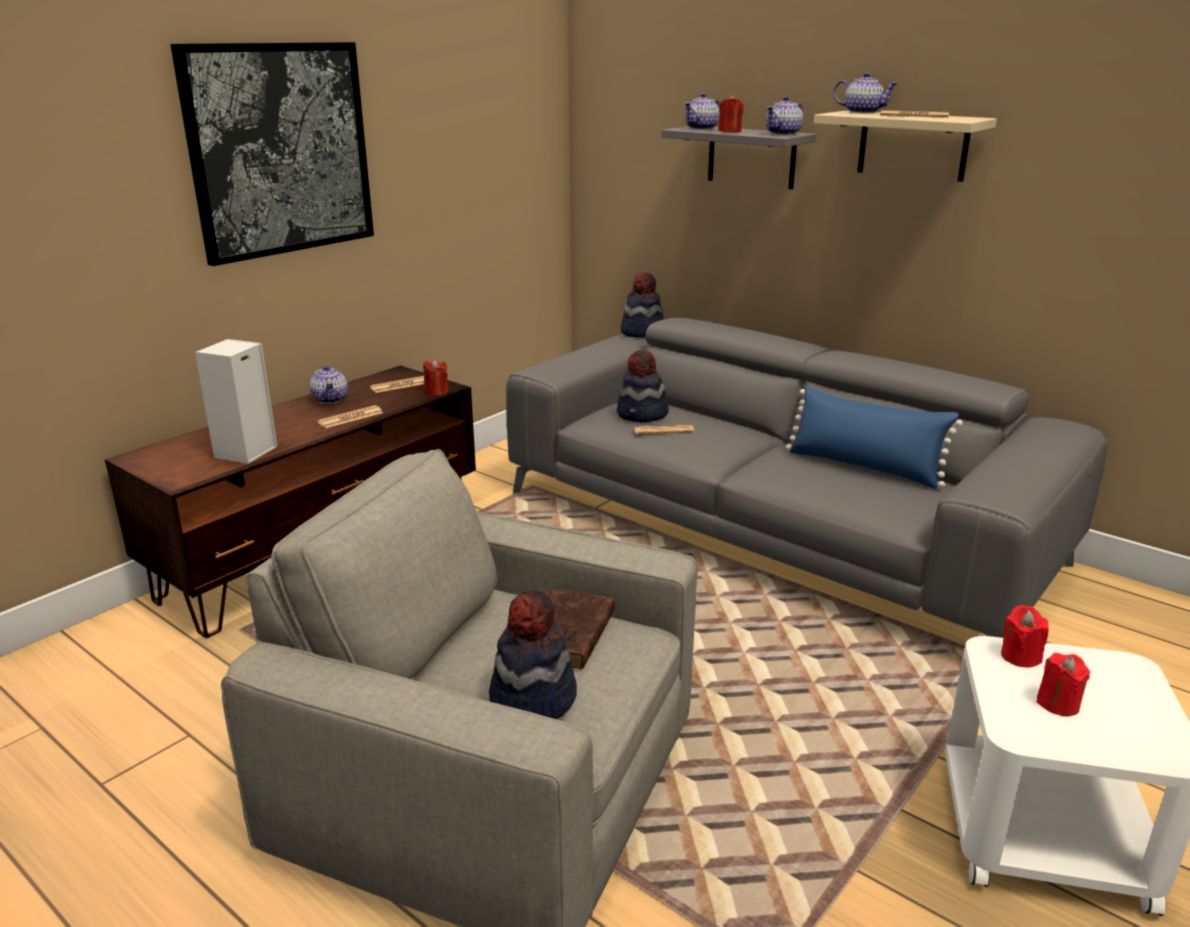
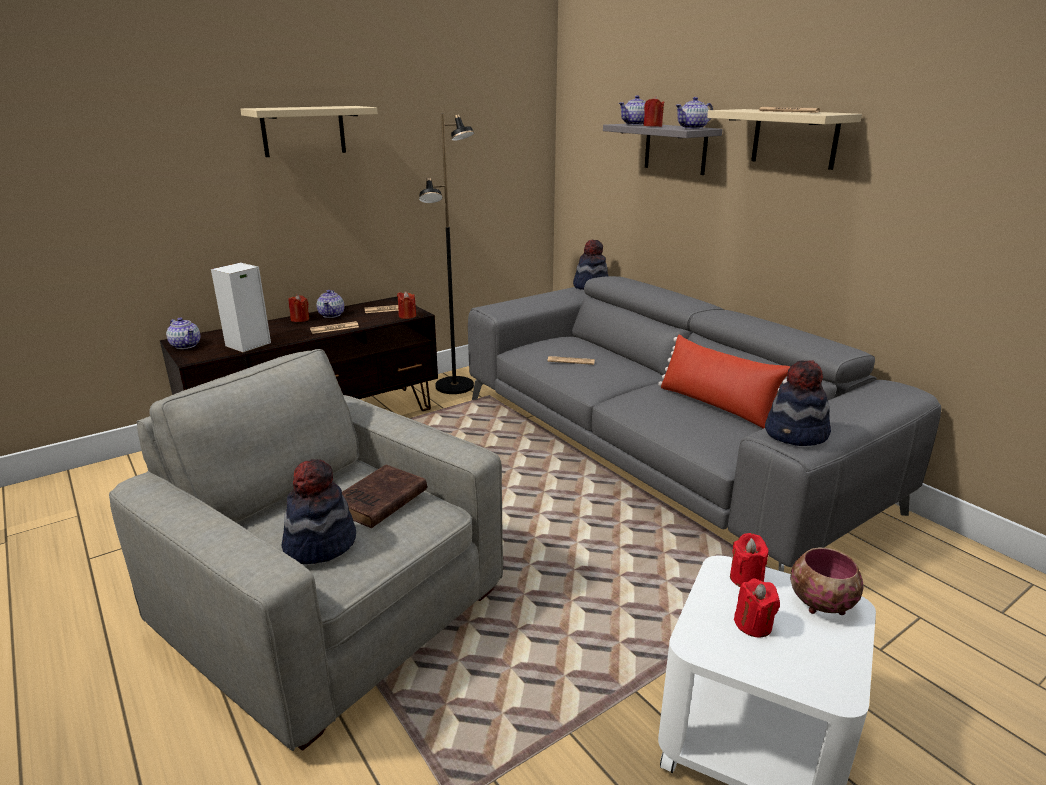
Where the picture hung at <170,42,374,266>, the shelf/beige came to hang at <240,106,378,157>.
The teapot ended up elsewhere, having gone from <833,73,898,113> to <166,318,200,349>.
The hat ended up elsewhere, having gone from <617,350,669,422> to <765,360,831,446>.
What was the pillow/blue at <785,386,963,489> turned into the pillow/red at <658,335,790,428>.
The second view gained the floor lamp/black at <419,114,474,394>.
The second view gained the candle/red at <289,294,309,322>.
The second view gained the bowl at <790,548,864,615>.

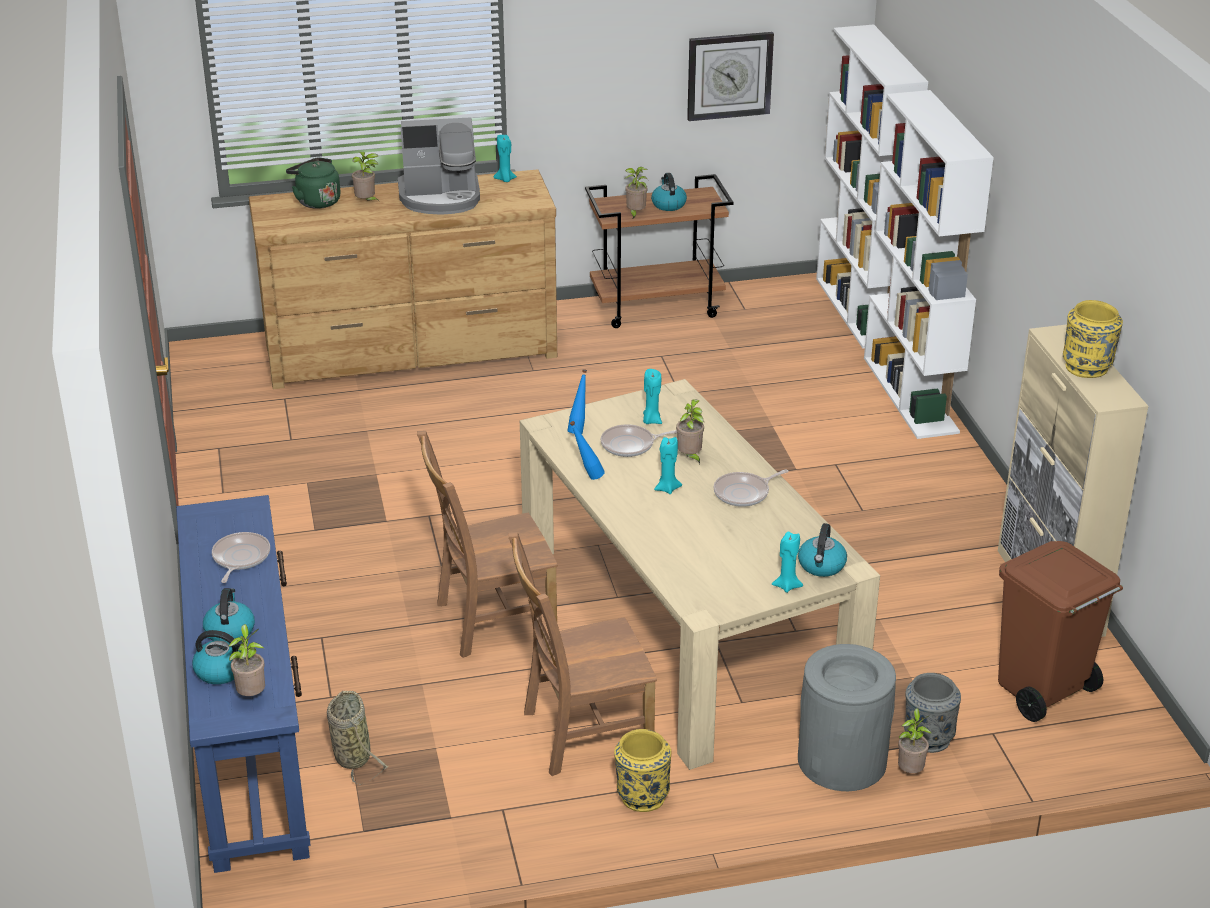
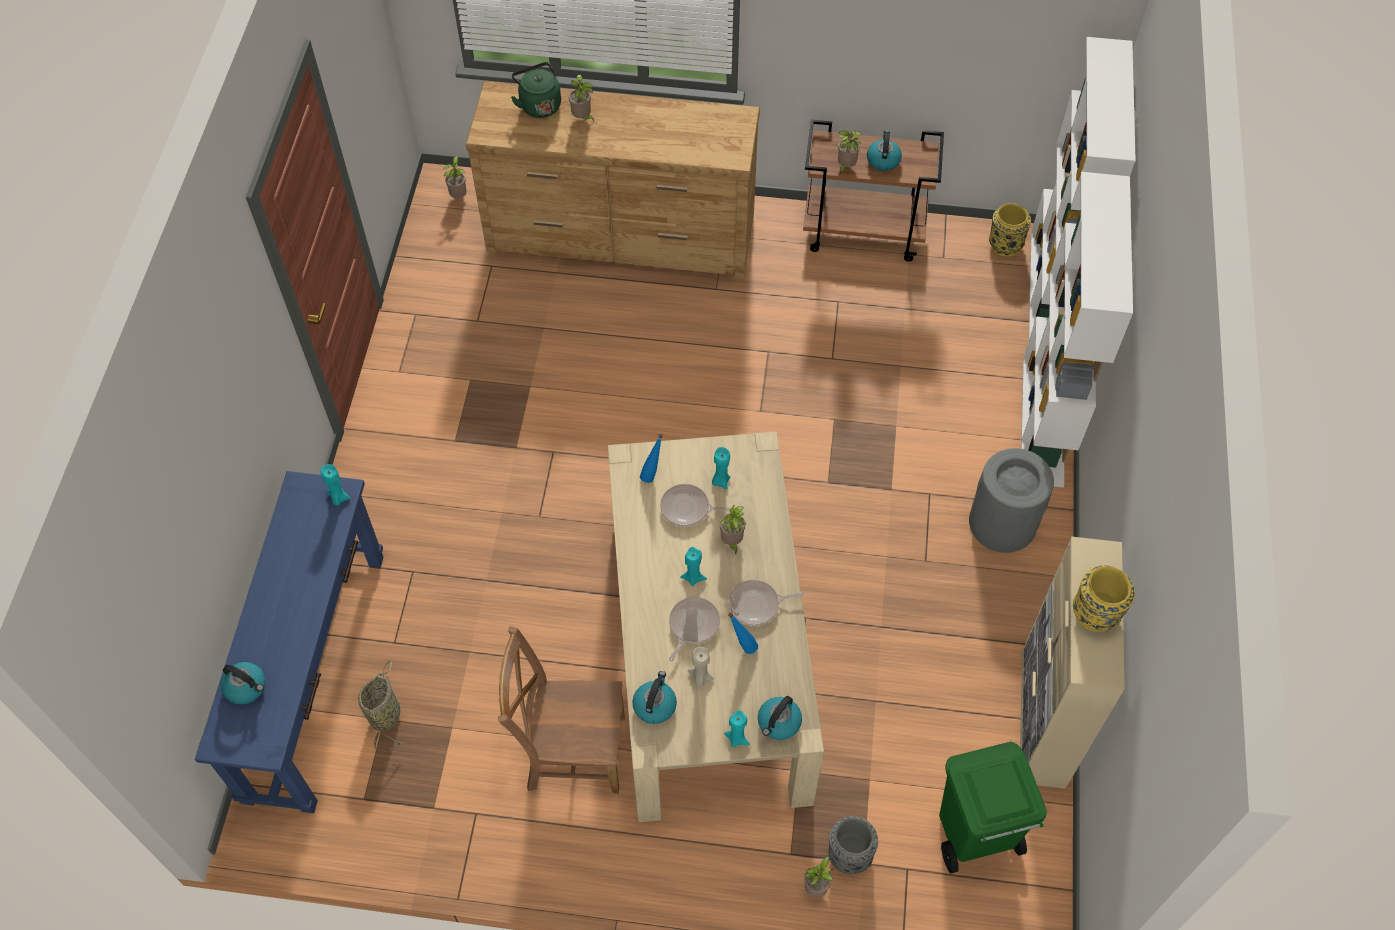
The second view lost the wall clock at <687,32,774,121>.
The second view lost the coffee machine at <398,117,480,215>.
The candle/turquoise ended up elsewhere, having gone from <494,135,517,182> to <321,464,351,506>.
The bottle/blue ended up elsewhere, having gone from <570,421,605,480> to <728,612,758,654>.
The second view lost the chair/brown at <417,431,558,658>.
The frying pan ended up elsewhere, having gone from <212,532,270,583> to <669,597,720,661>.
What was the trash can/brown at <998,541,1123,722> turned into the trash can/green at <939,741,1047,873>.
The kettle ended up elsewhere, having gone from <203,588,255,642> to <632,671,677,724>.
The potted plant ended up elsewhere, having gone from <229,624,265,696> to <443,156,467,198>.
The trash can/grey ended up elsewhere, having gone from <798,644,896,791> to <969,448,1054,553>.
The vase/yellow ended up elsewhere, having gone from <614,729,672,812> to <989,203,1031,257>.
The second view gained the candle/beige at <688,647,714,687>.

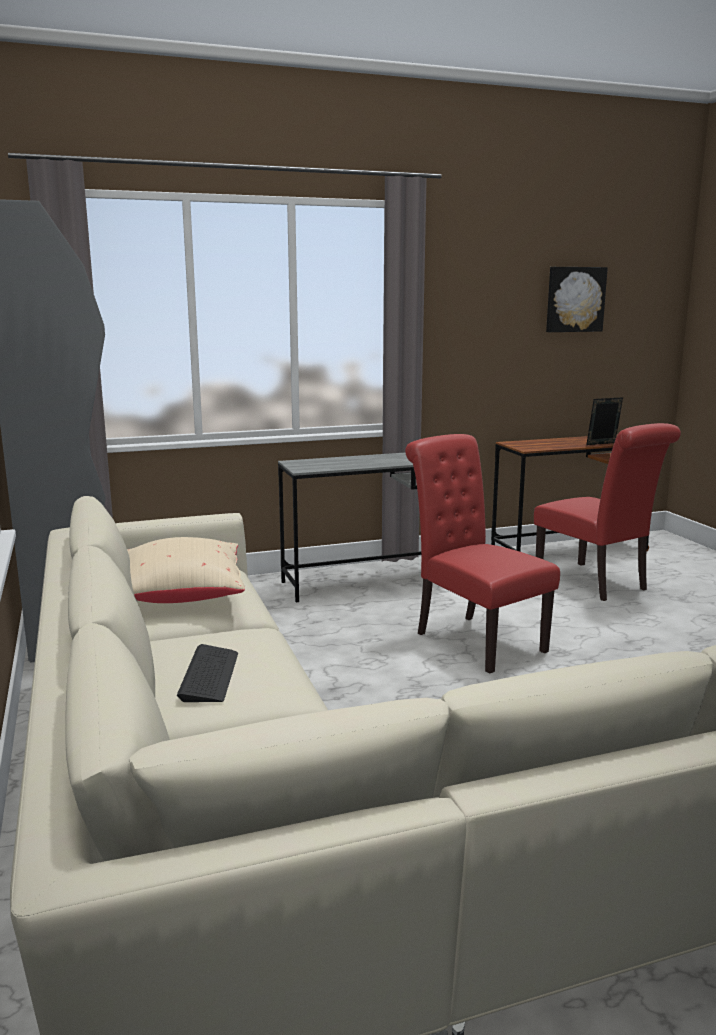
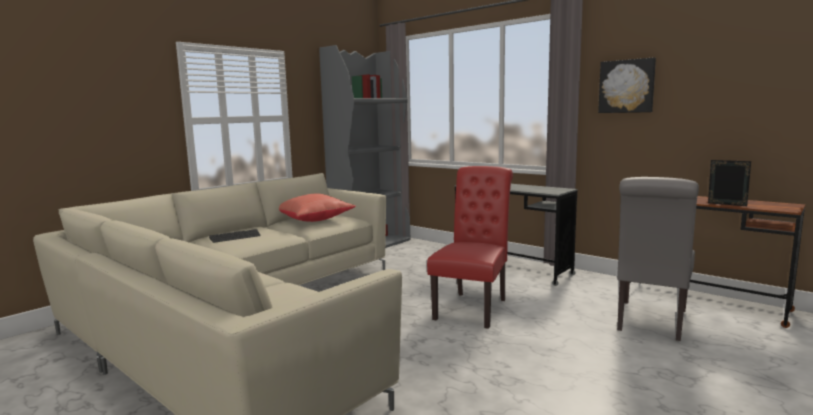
The picture ended up elsewhere, having gone from <546,267,608,332> to <598,57,656,113>.
What was the chair/red at <534,423,681,601> turned into the chair/grey at <617,177,699,341>.
What was the pillow/beige at <127,537,245,603> turned into the pillow/red at <279,193,356,222>.

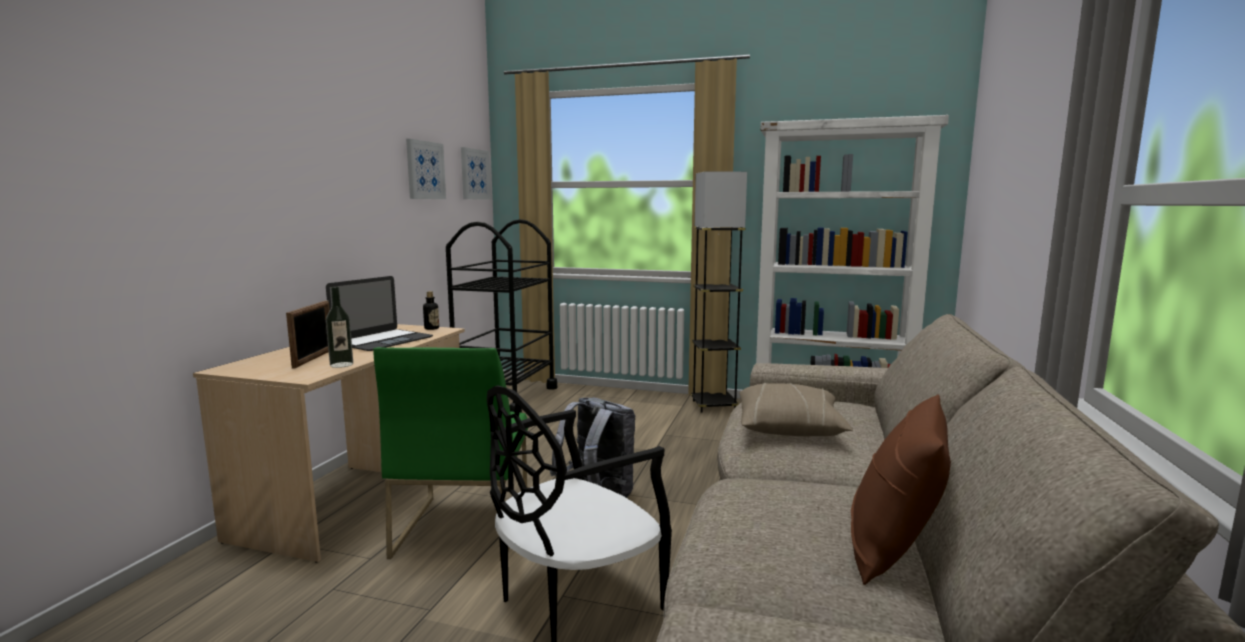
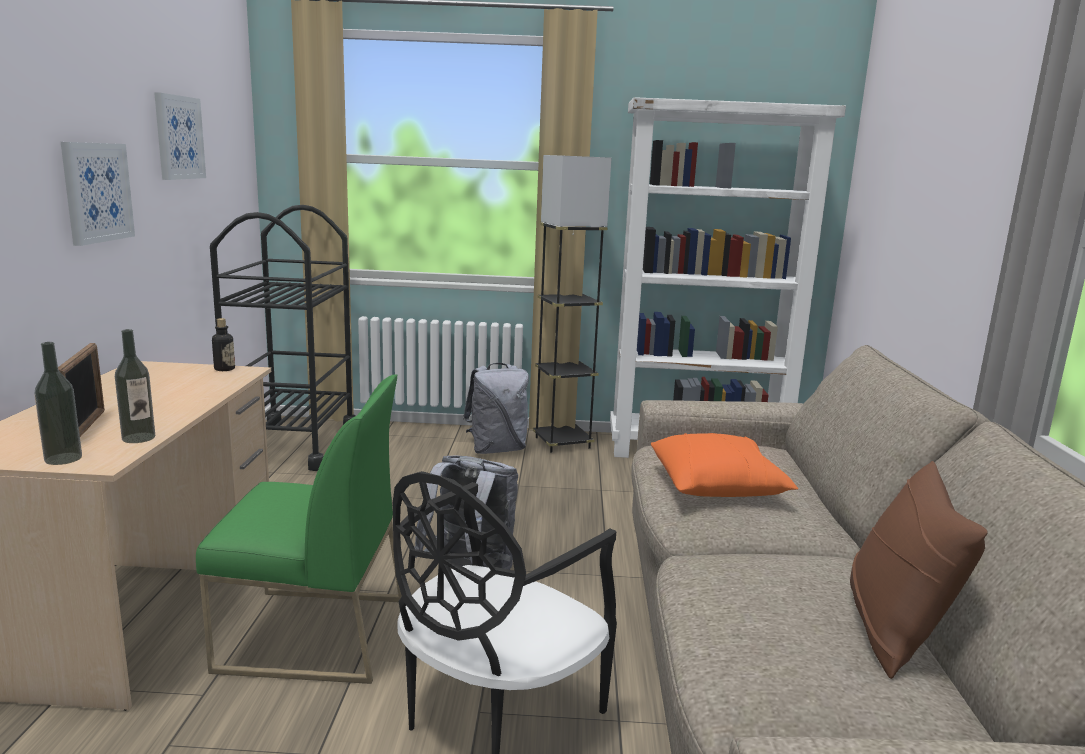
The picture ended up elsewhere, having gone from <461,147,491,200> to <61,142,135,246>.
The second view lost the laptop at <326,276,433,351>.
The chair/green at <373,347,528,561> ended up facing another way, 75 degrees counterclockwise from before.
What was the pillow/beige at <739,383,853,436> turned into the pillow/orange at <651,433,798,497>.
The second view gained the bottle at <34,342,82,465>.
The second view gained the backpack/grey at <463,363,529,454>.

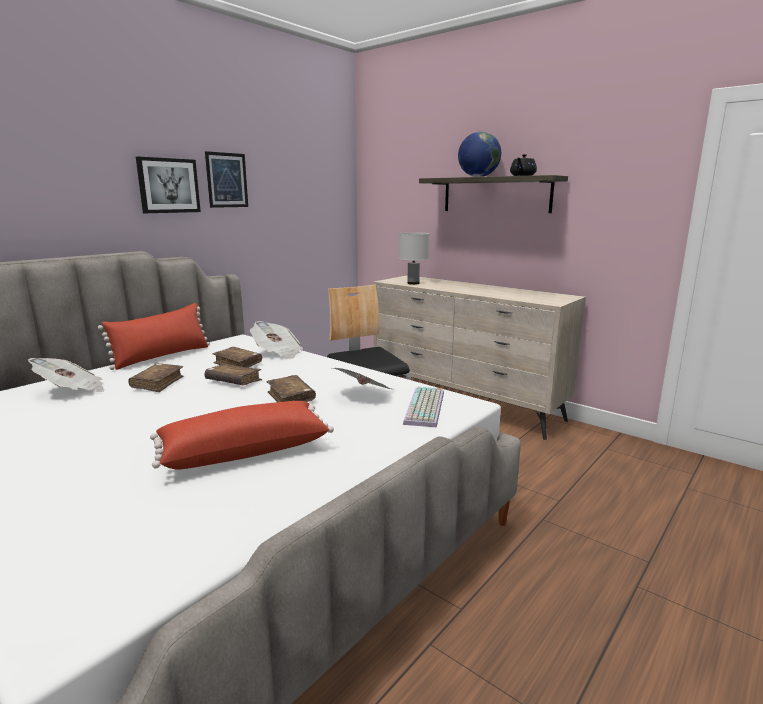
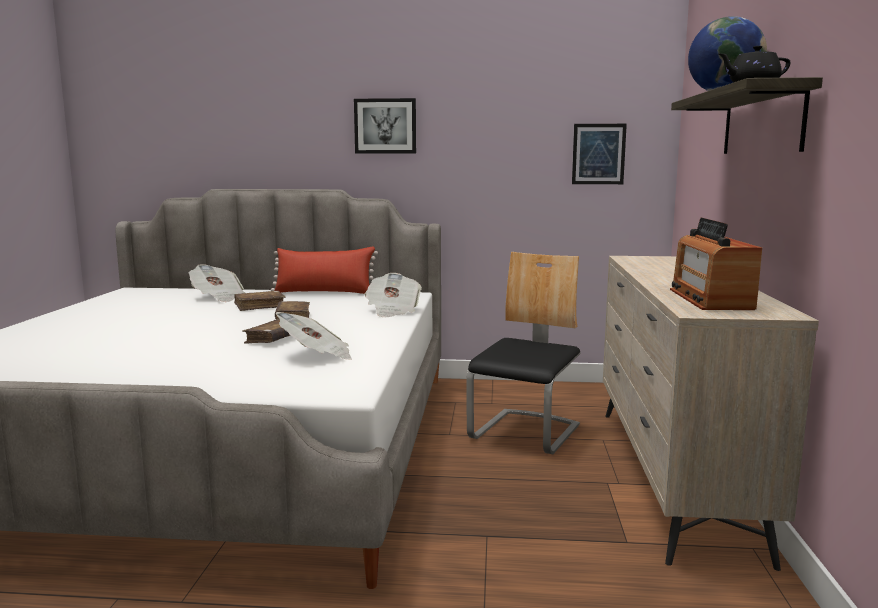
The picture ended up elsewhere, having gone from <205,151,248,208> to <572,124,627,184>.
The second view lost the table lamp/white at <399,232,430,285>.
The second view lost the book/brown at <212,347,262,368>.
The second view lost the keyboard at <403,387,444,427>.
The second view lost the pillow/red at <150,401,334,470>.
The second view gained the radio at <670,218,762,310>.

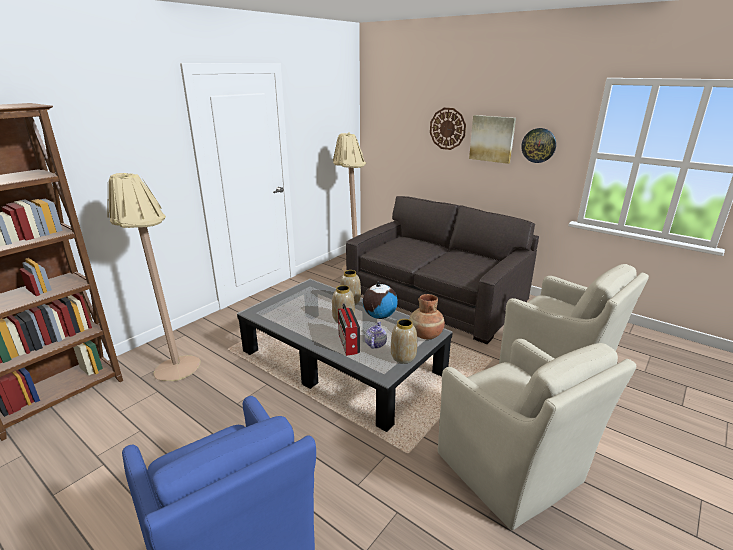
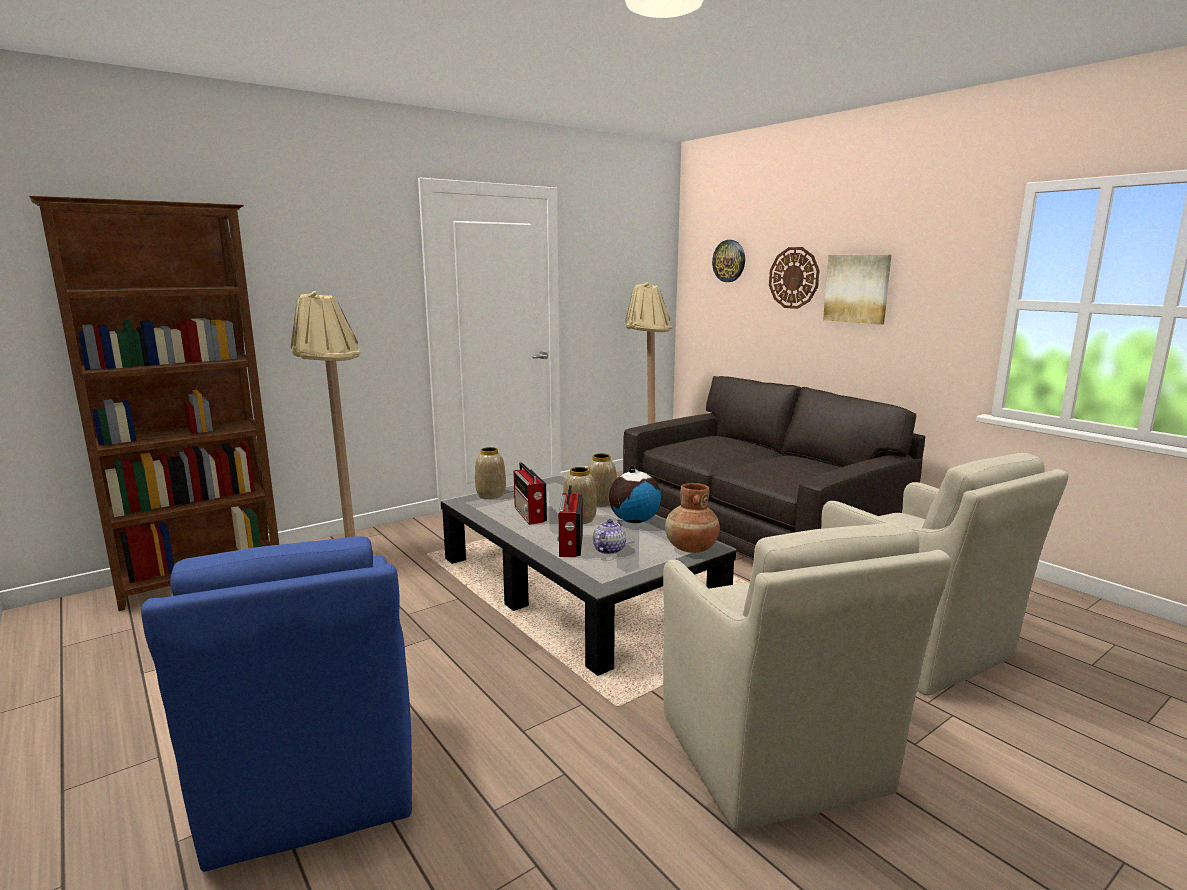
The wall clock ended up elsewhere, having gone from <521,128,556,163> to <712,240,745,282>.
The vase ended up elsewhere, having gone from <391,319,417,364> to <475,447,506,499>.
The second view gained the radio at <514,462,547,525>.

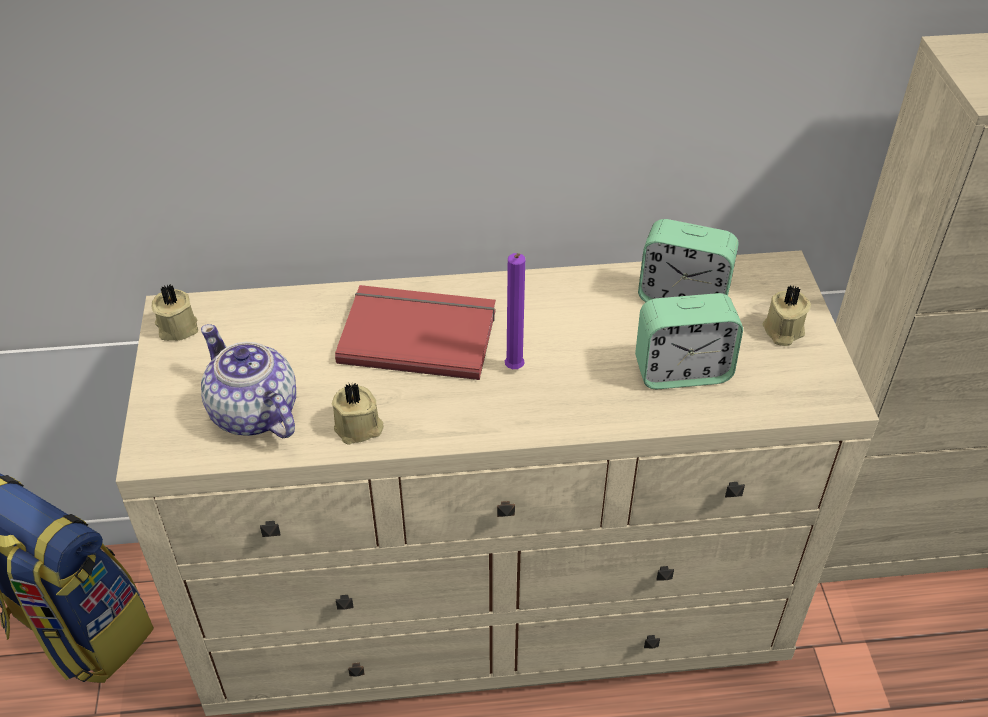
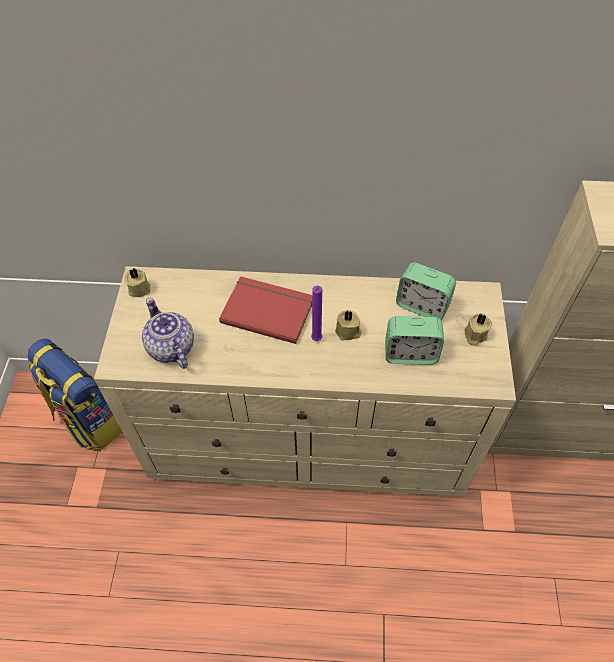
The candle/beige ended up elsewhere, having gone from <332,382,384,445> to <335,310,361,341>.

